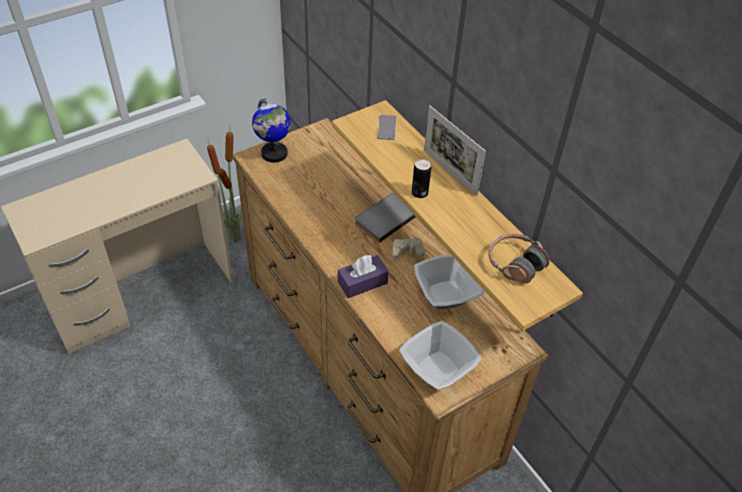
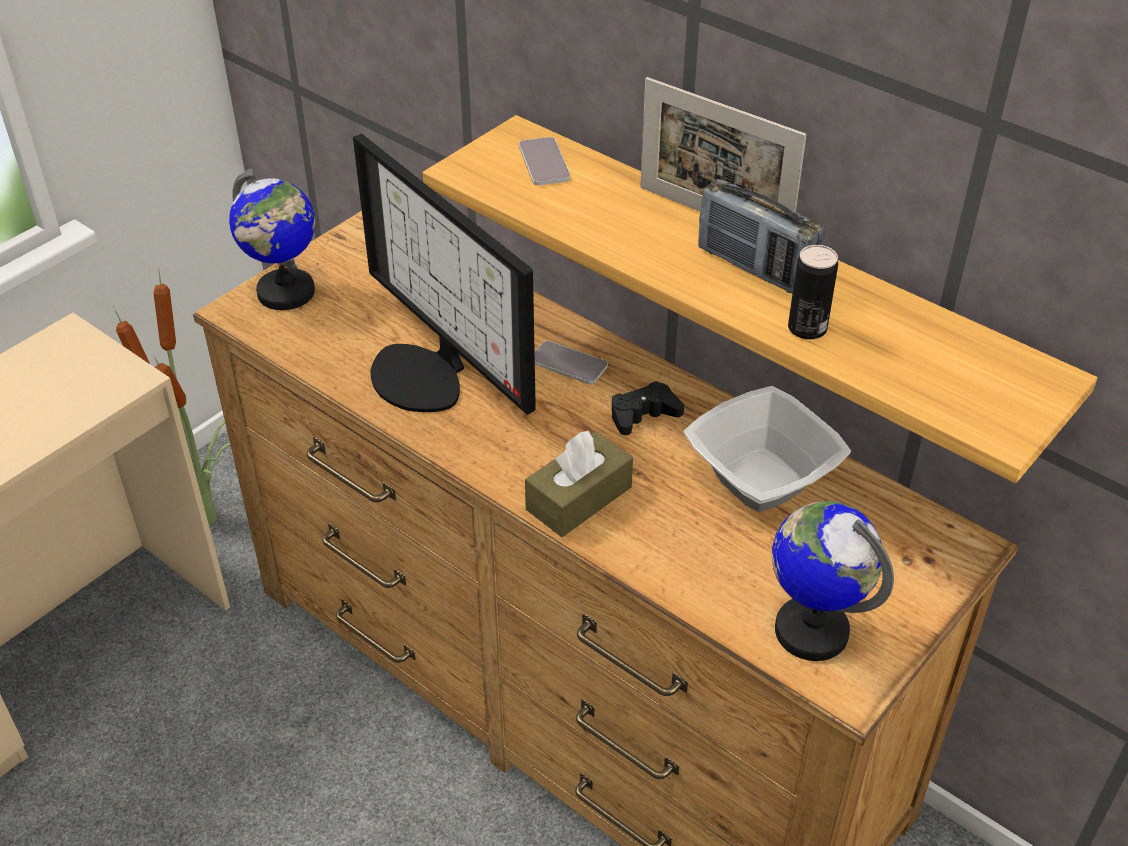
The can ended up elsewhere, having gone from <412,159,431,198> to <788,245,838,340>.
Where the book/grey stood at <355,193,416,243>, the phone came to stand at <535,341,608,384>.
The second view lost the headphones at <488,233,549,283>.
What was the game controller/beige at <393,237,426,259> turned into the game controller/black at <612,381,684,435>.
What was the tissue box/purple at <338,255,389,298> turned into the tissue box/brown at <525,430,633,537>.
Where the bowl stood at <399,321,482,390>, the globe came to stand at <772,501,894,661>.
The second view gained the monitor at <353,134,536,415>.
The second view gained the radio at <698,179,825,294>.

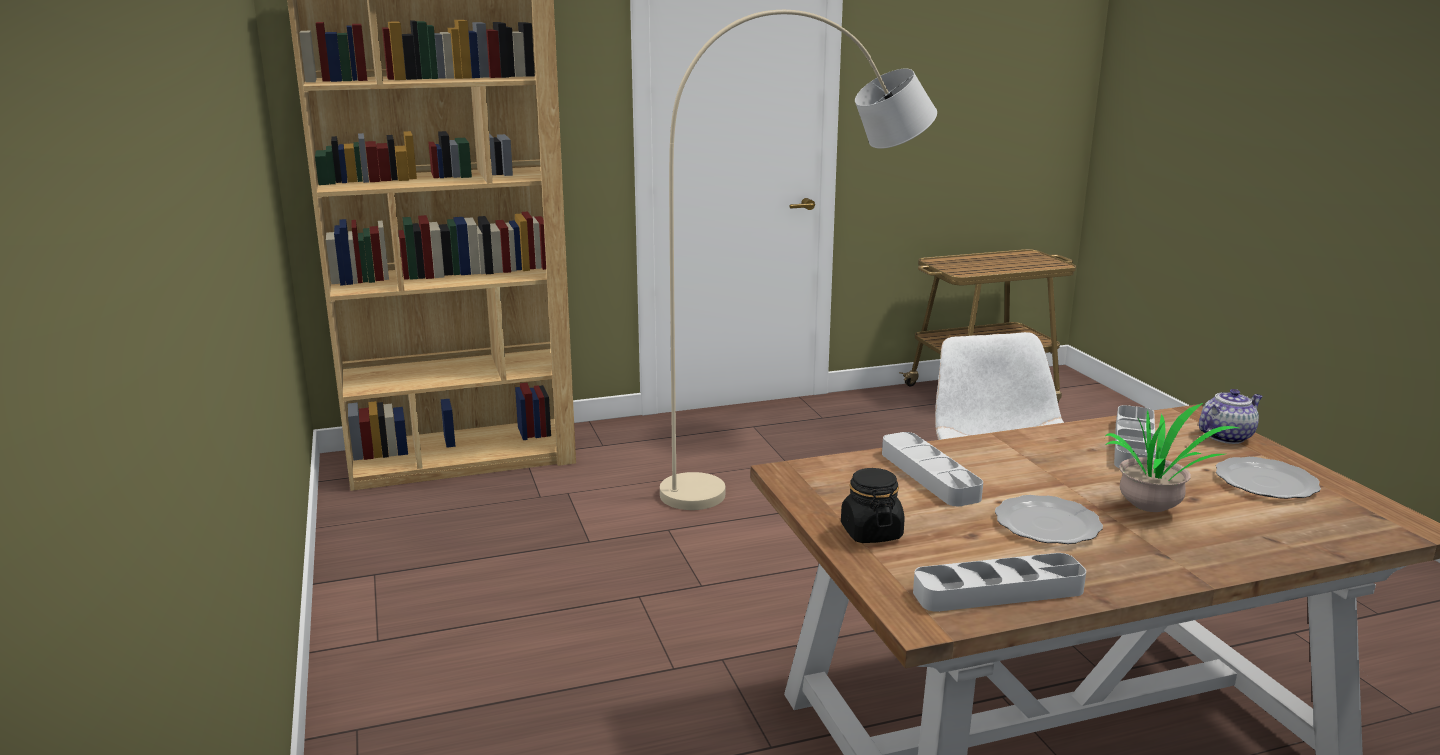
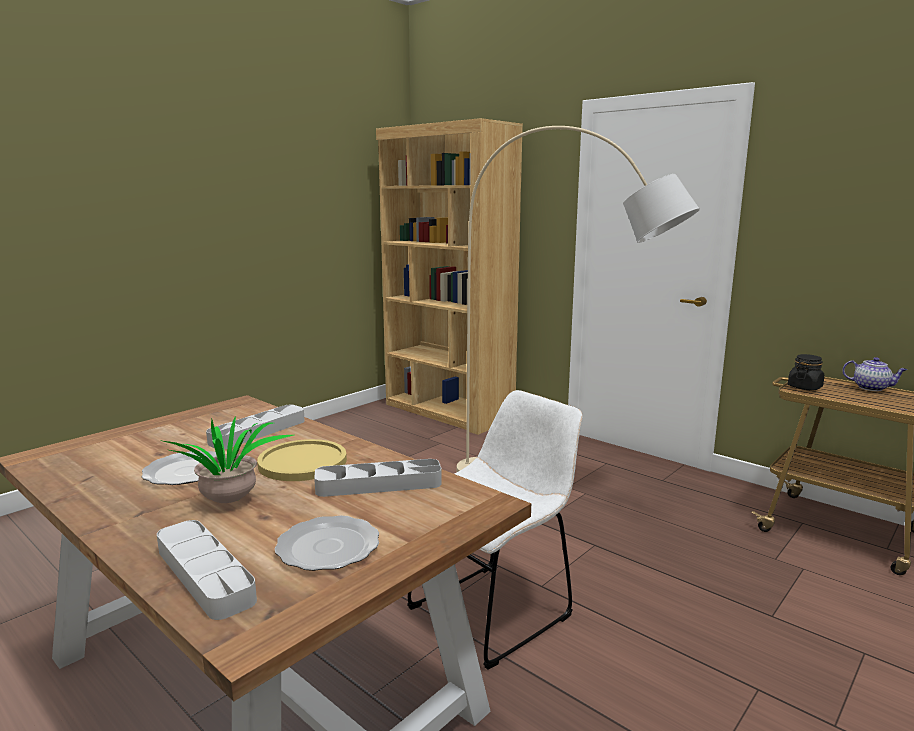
The teapot ended up elsewhere, having gone from <1199,389,1263,444> to <842,357,907,391>.
The jar/black ended up elsewhere, having gone from <841,468,904,543> to <788,354,824,390>.
The tray/grey ended up elsewhere, having gone from <913,553,1086,612> to <157,520,257,620>.
The second view gained the plate/yellow at <257,439,347,481>.

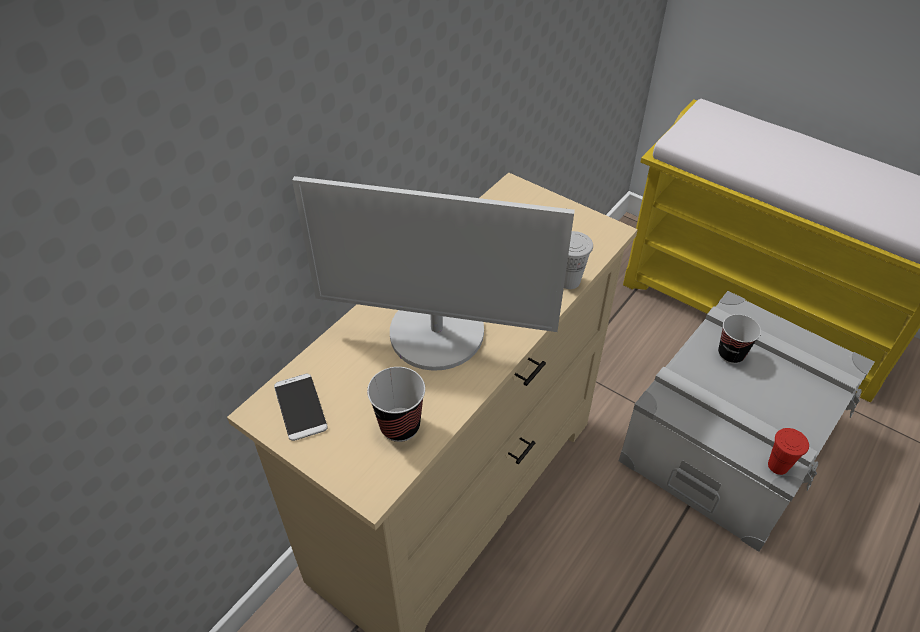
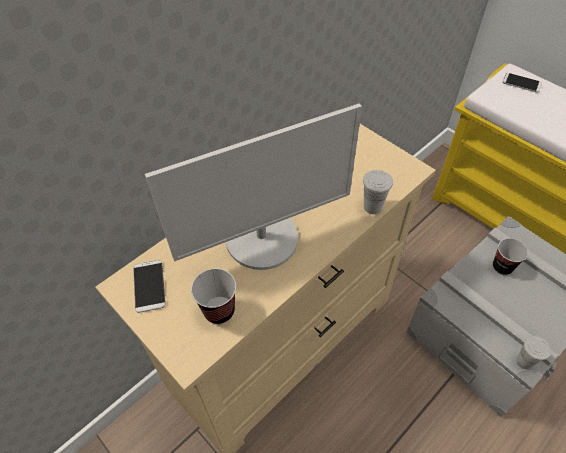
The monitor at <292,176,575,371> ended up facing another way, 45 degrees counterclockwise from before.
What was the cup/red at <768,428,809,475> turned into the cup/white at <516,336,551,369>.
The second view gained the phone at <502,73,542,93>.

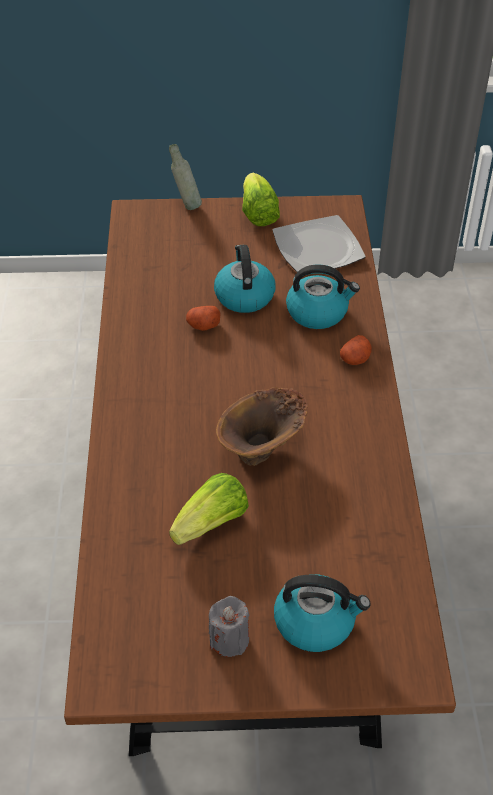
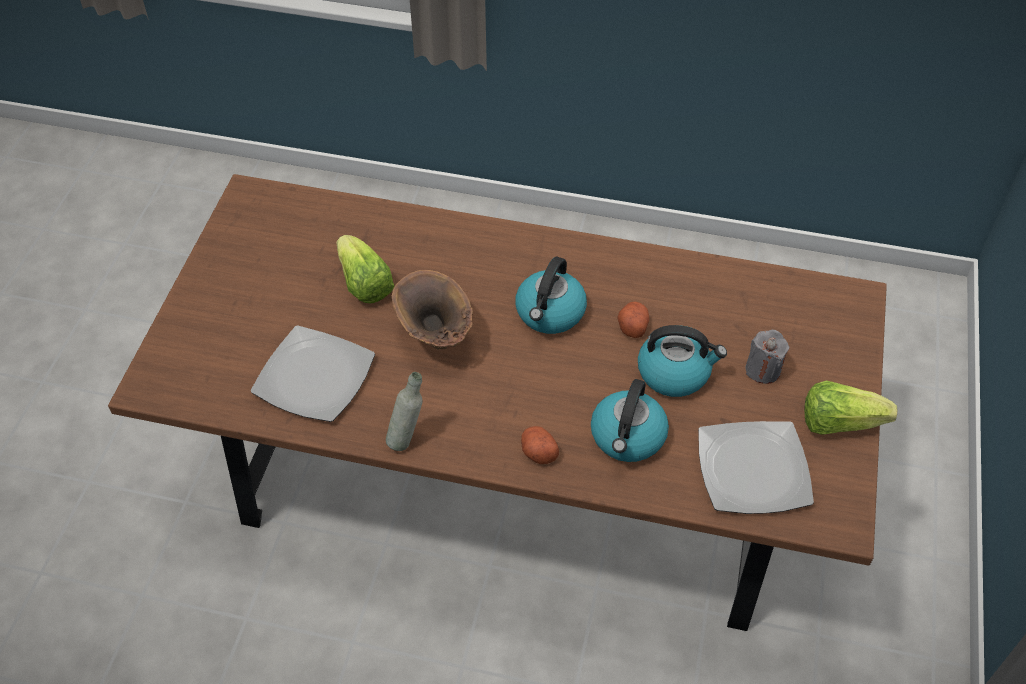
The bottle/grey ended up elsewhere, having gone from <169,144,202,210> to <386,372,422,451>.
The kettle ended up elsewhere, having gone from <274,574,371,652> to <515,257,587,334>.
The candle/grey ended up elsewhere, having gone from <209,596,249,657> to <746,330,789,384>.
The second view gained the plate at <251,325,375,422>.

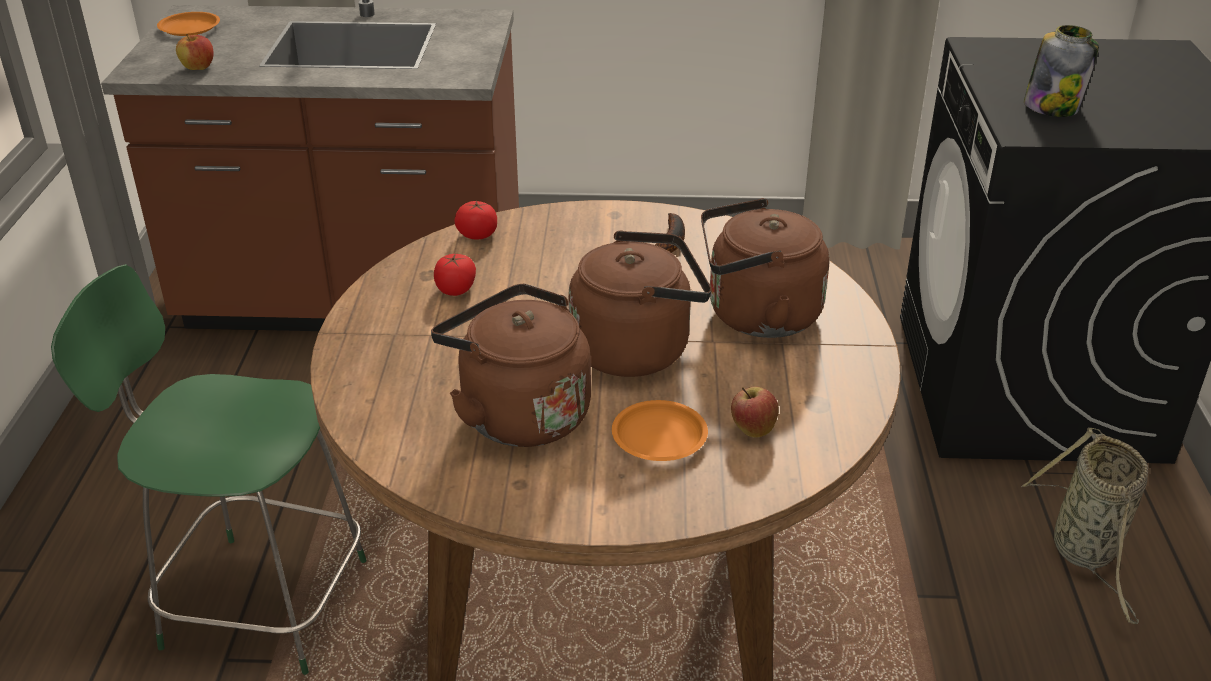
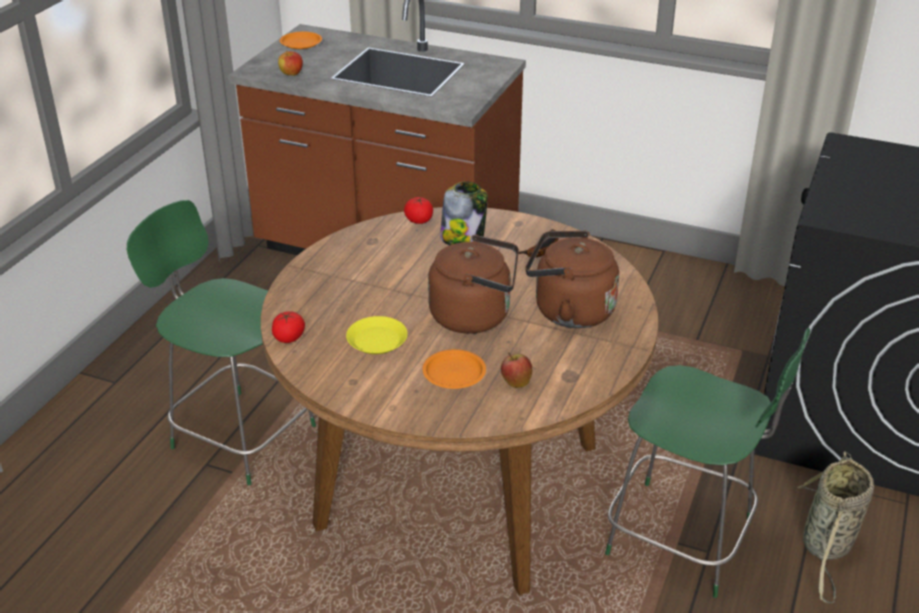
The jar ended up elsewhere, having gone from <1024,25,1099,117> to <440,181,488,246>.
The tomato ended up elsewhere, having gone from <434,253,476,296> to <272,311,305,343>.
Where the kettle/brown stood at <431,284,591,447>, the plate/yellow came to stand at <346,316,408,354>.
The second view gained the chair/green at <605,328,810,598>.

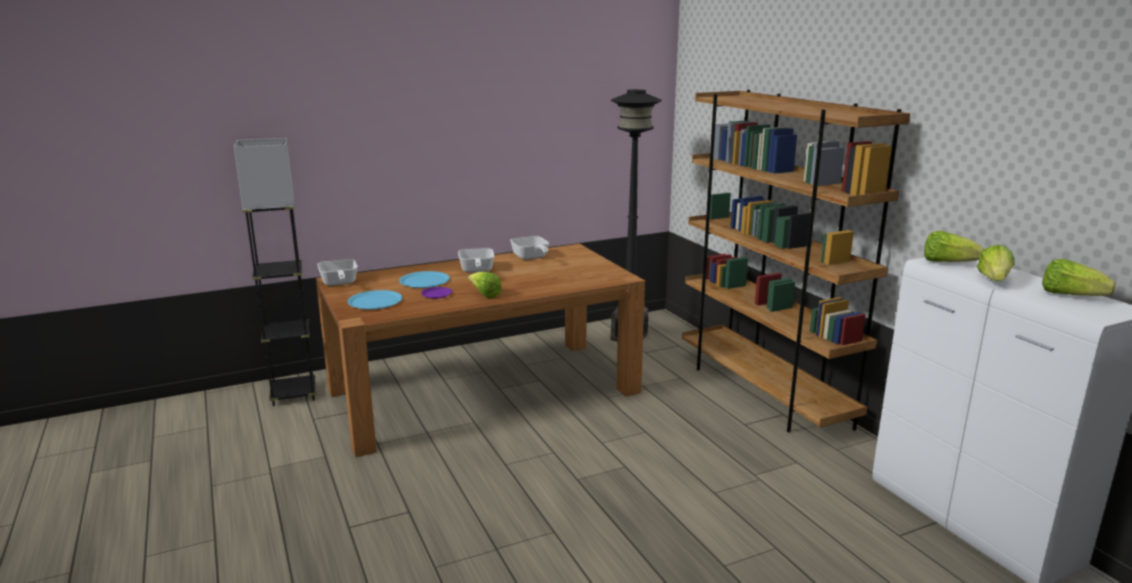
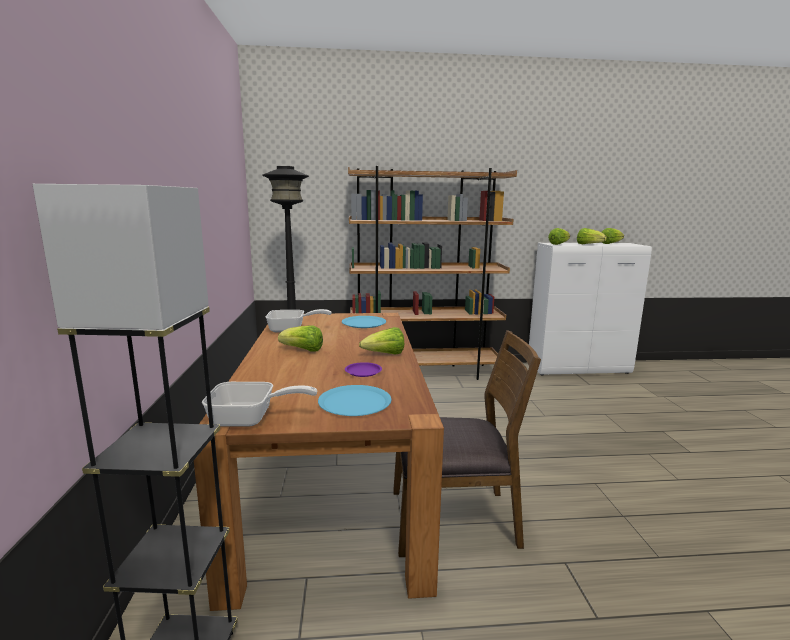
Where the frying pan stood at <458,248,494,273>, the lettuce came to stand at <278,325,323,352>.
The plate/blue ended up elsewhere, having gone from <399,271,450,288> to <342,316,386,328>.
The second view gained the chair/brown at <393,330,541,557>.

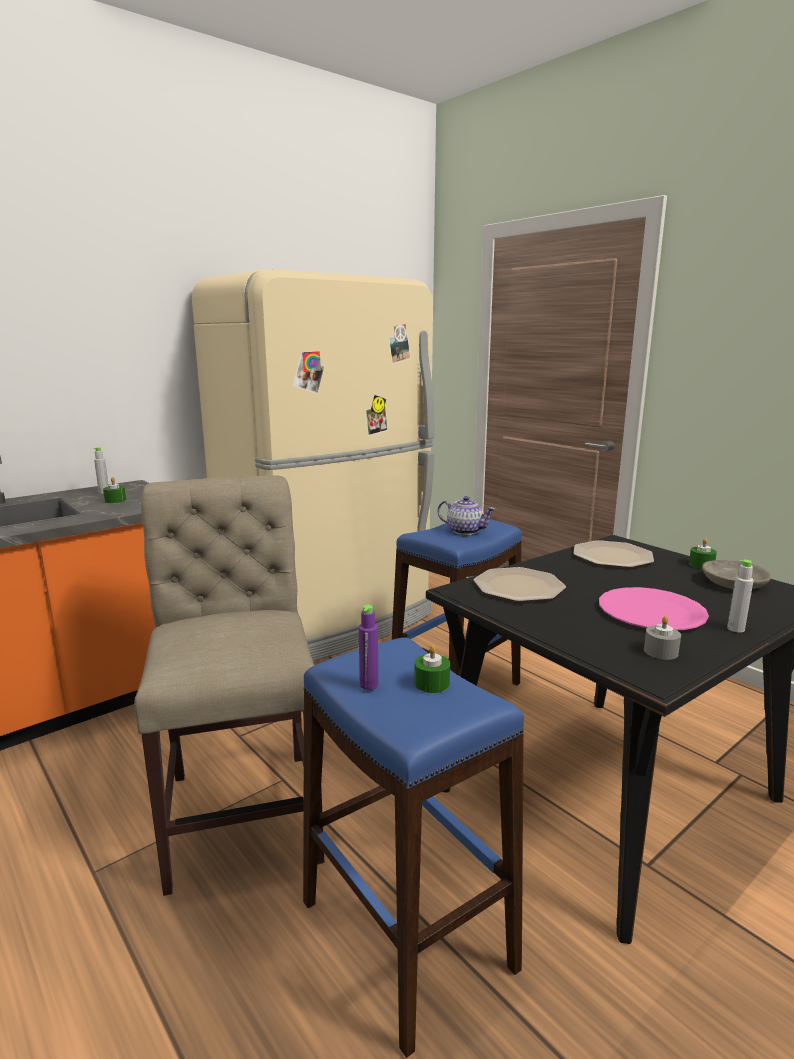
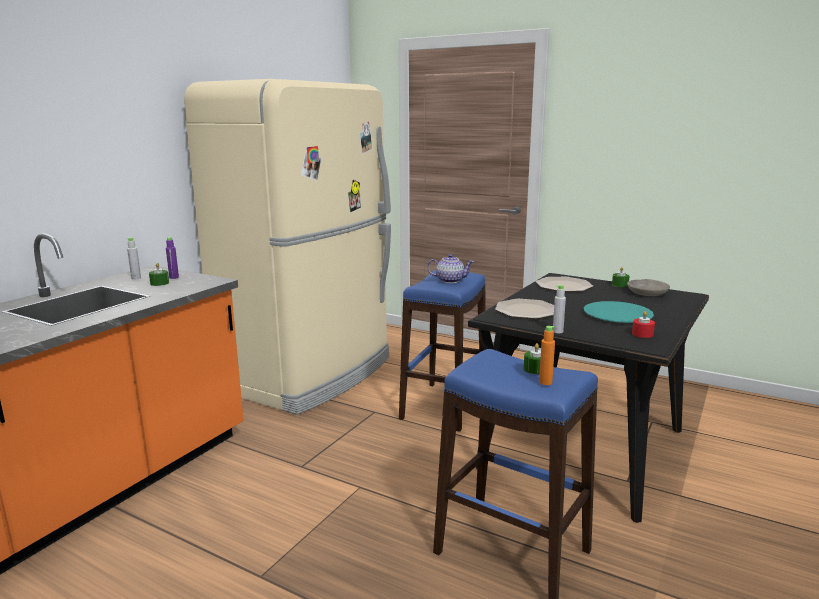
The second view lost the chair/beige at <134,475,324,896>.
The bottle/grey ended up elsewhere, having gone from <727,560,754,633> to <553,285,566,333>.
What was the plate/pink at <599,587,709,630> turned into the plate/turquoise at <584,301,654,323>.
The bottle/purple ended up elsewhere, having gone from <359,605,378,690> to <166,237,179,279>.
What was the candle/grey at <644,616,681,660> turned into the candle/red at <632,311,655,338>.
The second view gained the bottle/orange at <539,326,555,385>.

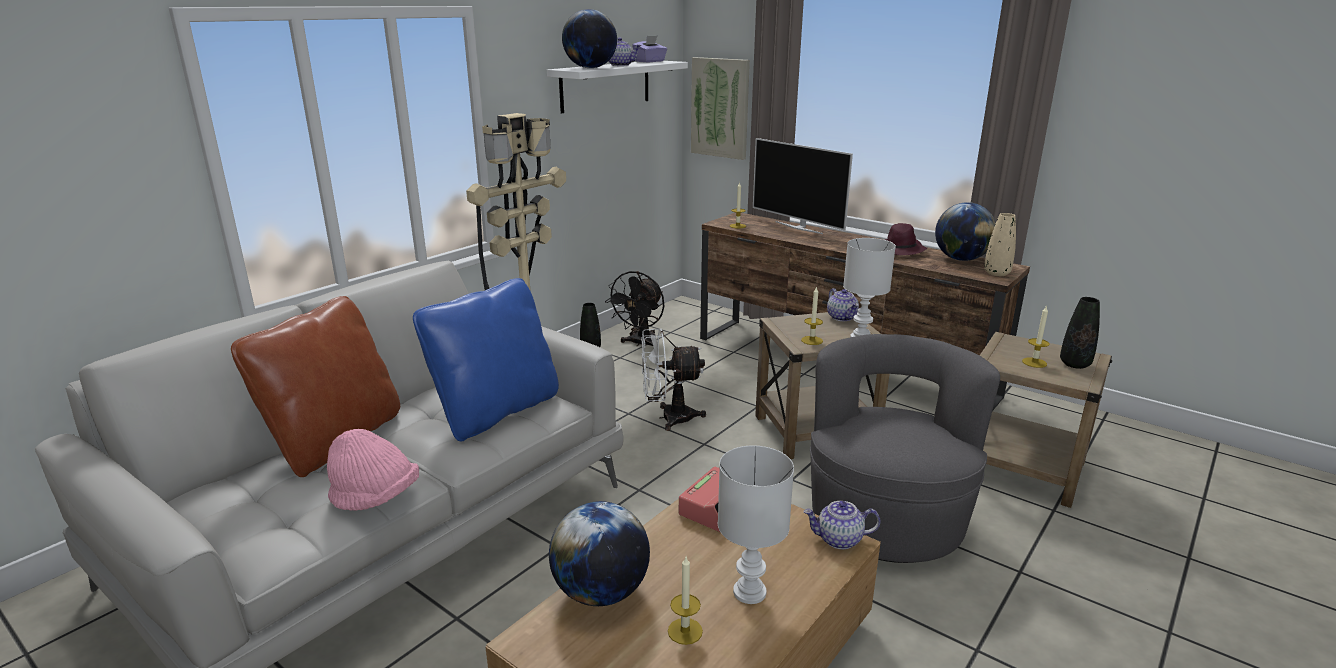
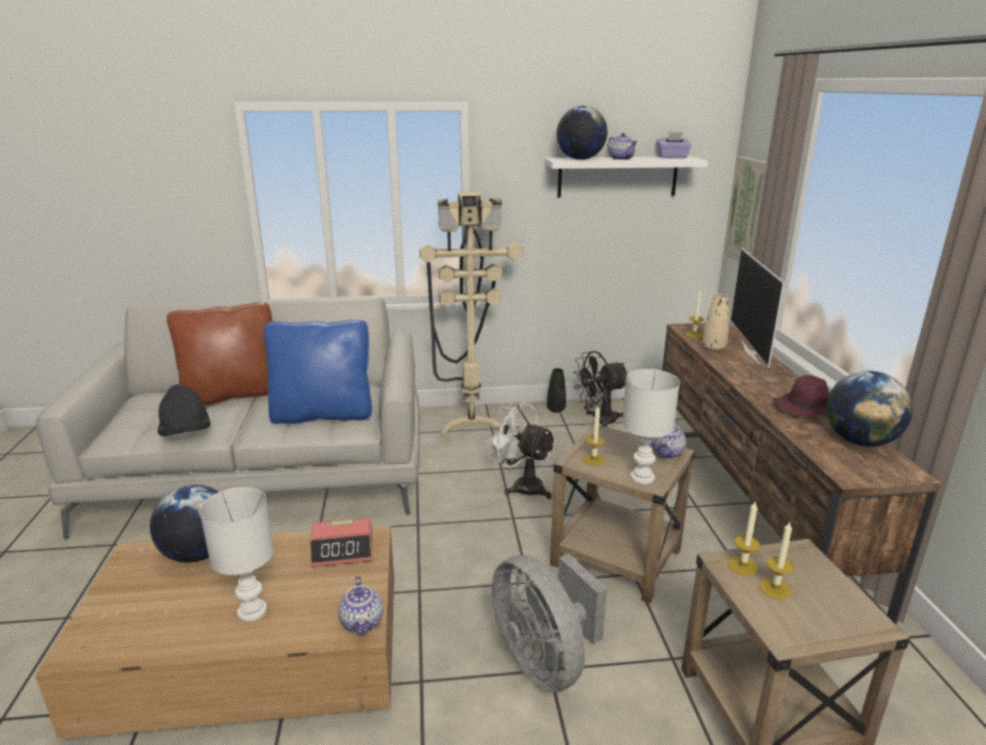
The vase/beige ended up elsewhere, having gone from <984,213,1016,276> to <702,294,729,351>.
The second view lost the vase/black at <1060,297,1100,369>.
Where the armchair/grey stood at <810,334,1000,563>, the fan/grey came to stand at <492,554,607,693>.
What was the hat/pink at <327,429,419,511> turned into the hat/black at <157,384,211,436>.
The teapot at <804,501,880,549> ended up facing another way, 150 degrees counterclockwise from before.
The candle ended up elsewhere, having gone from <668,557,703,645> to <728,500,761,576>.

